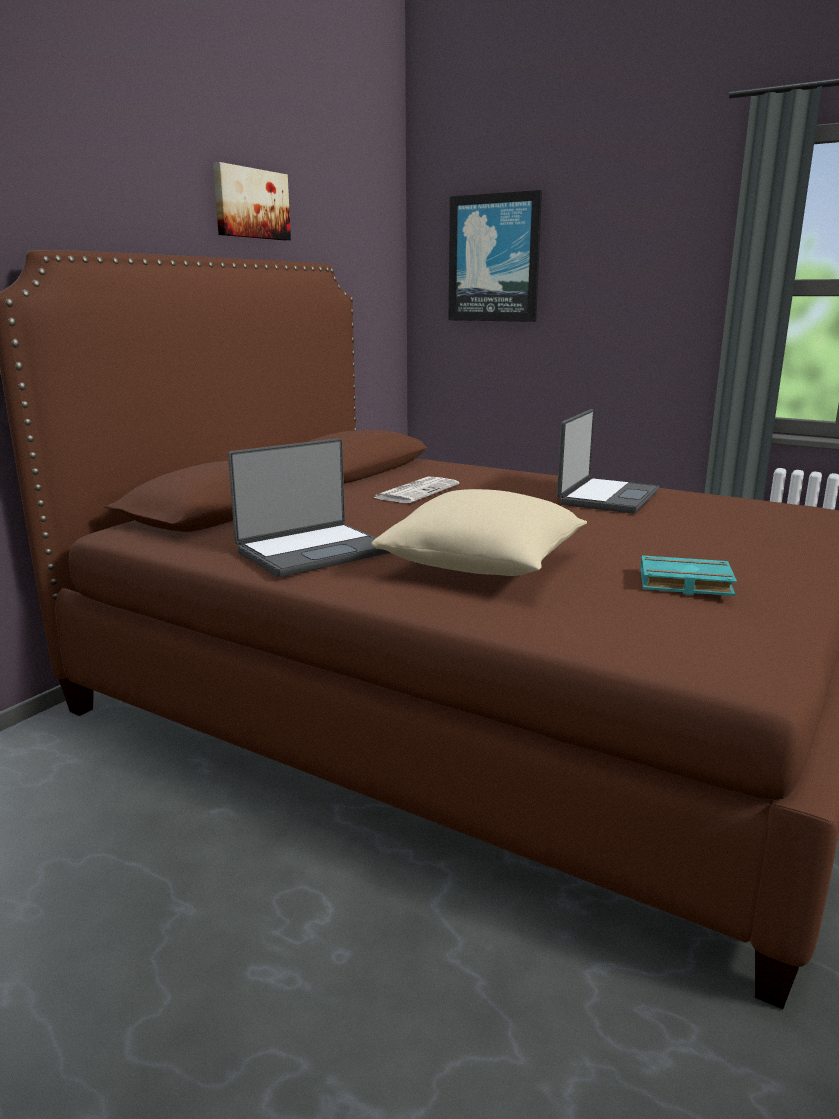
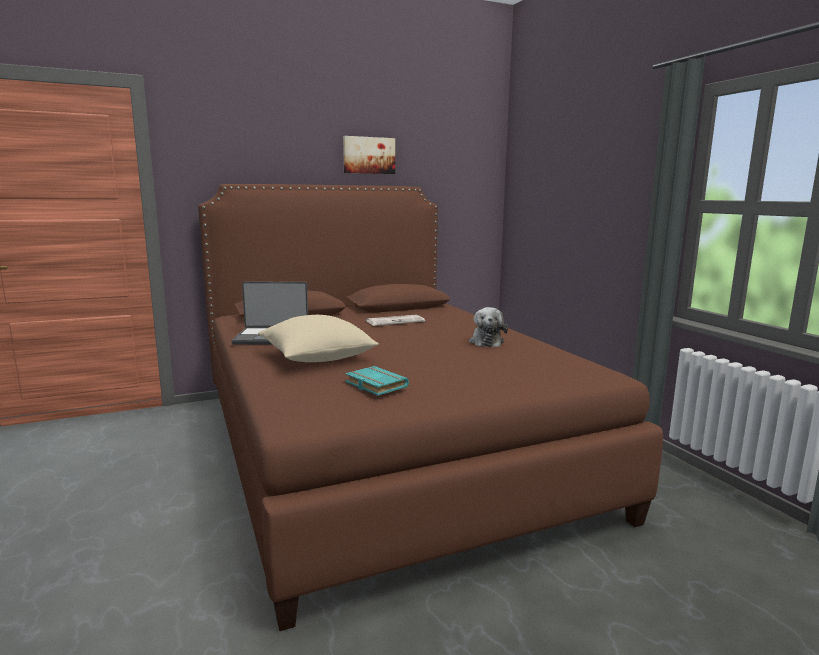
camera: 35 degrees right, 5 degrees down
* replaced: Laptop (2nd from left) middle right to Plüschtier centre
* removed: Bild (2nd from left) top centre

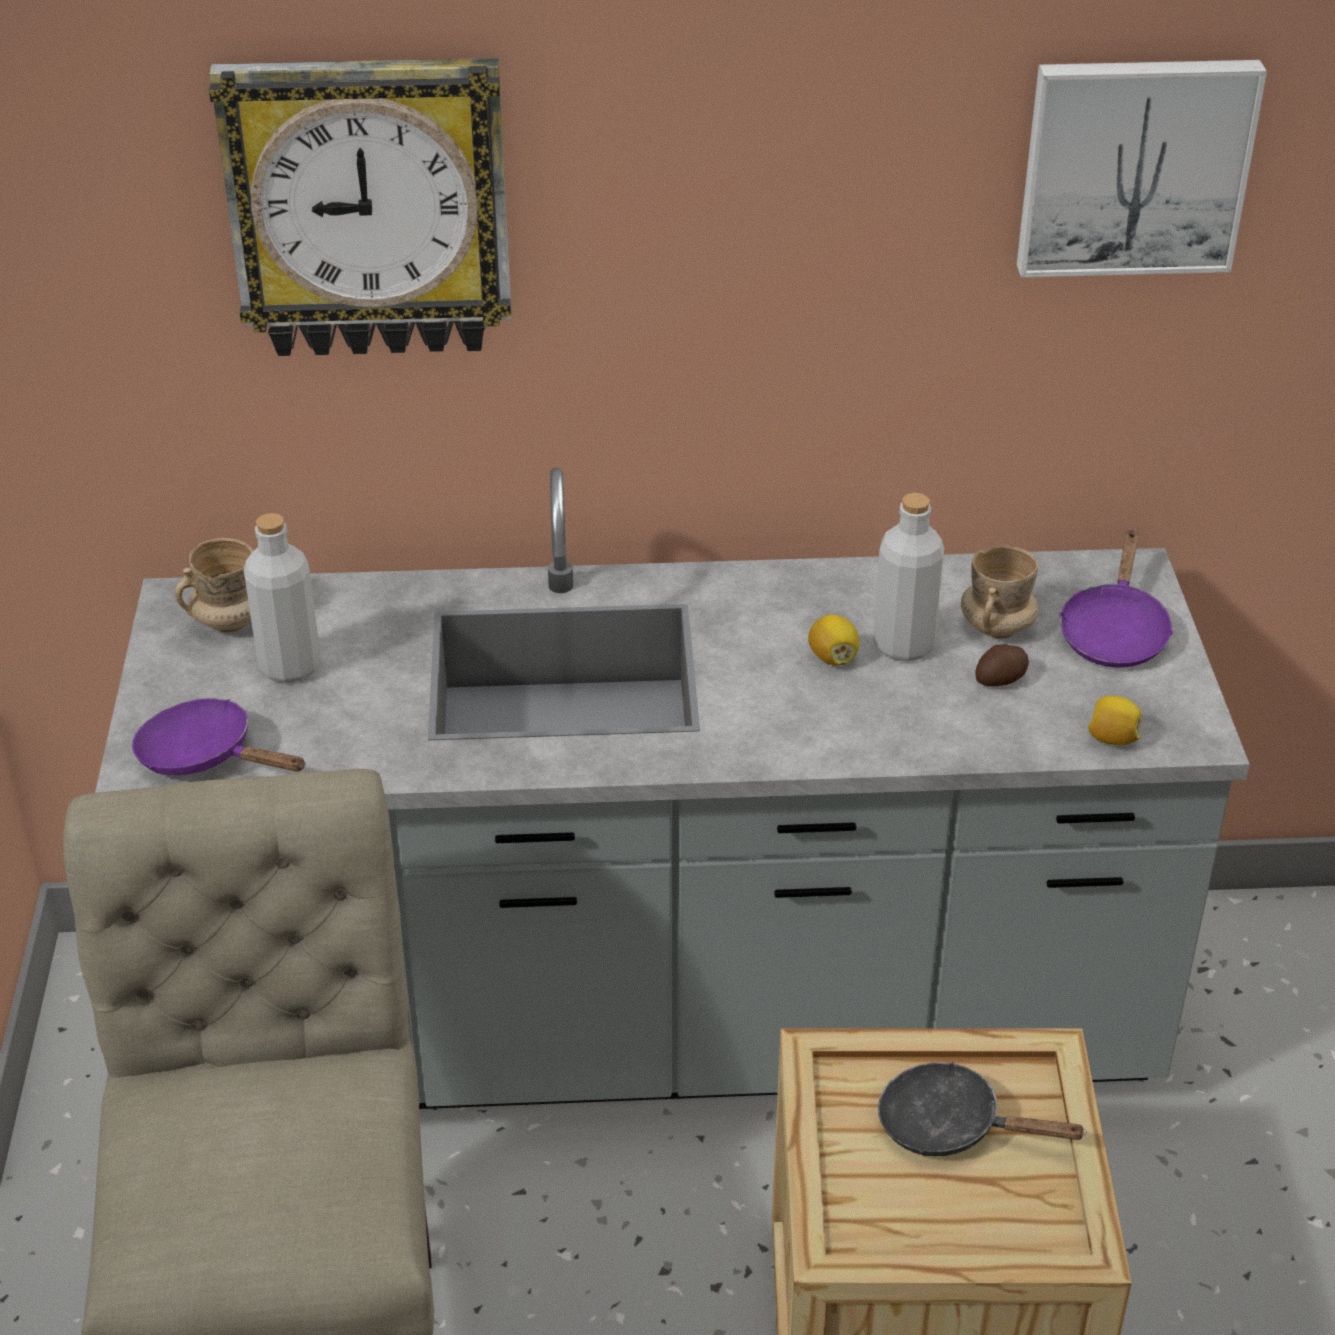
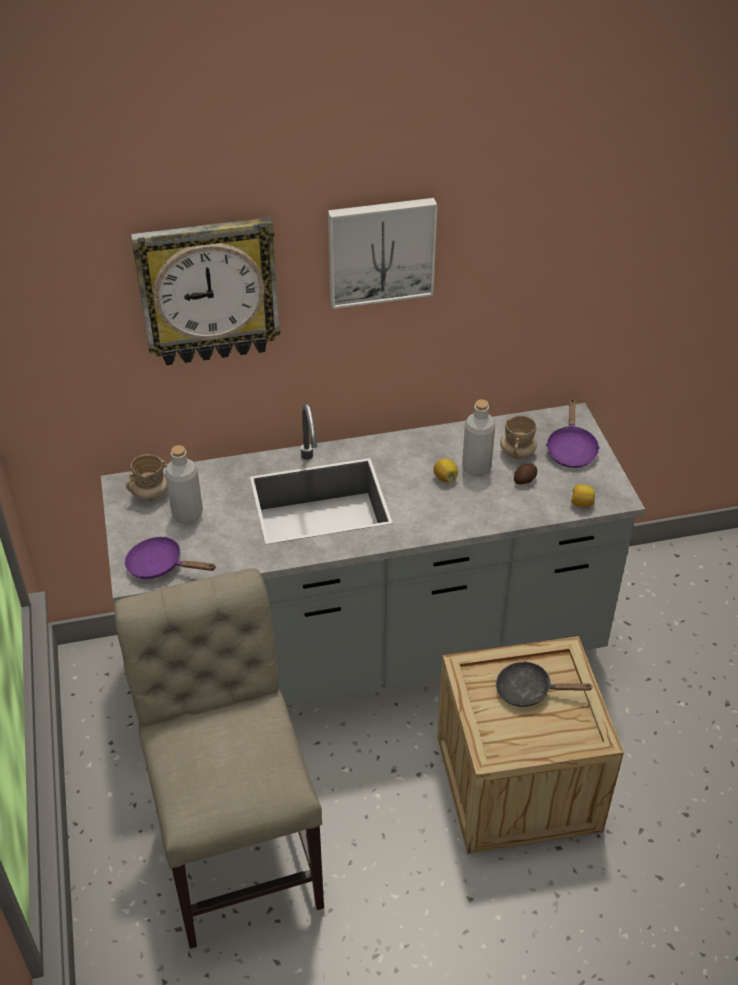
camera: 10 degrees left, 5 degrees up
* moved: Bild top right to top centre

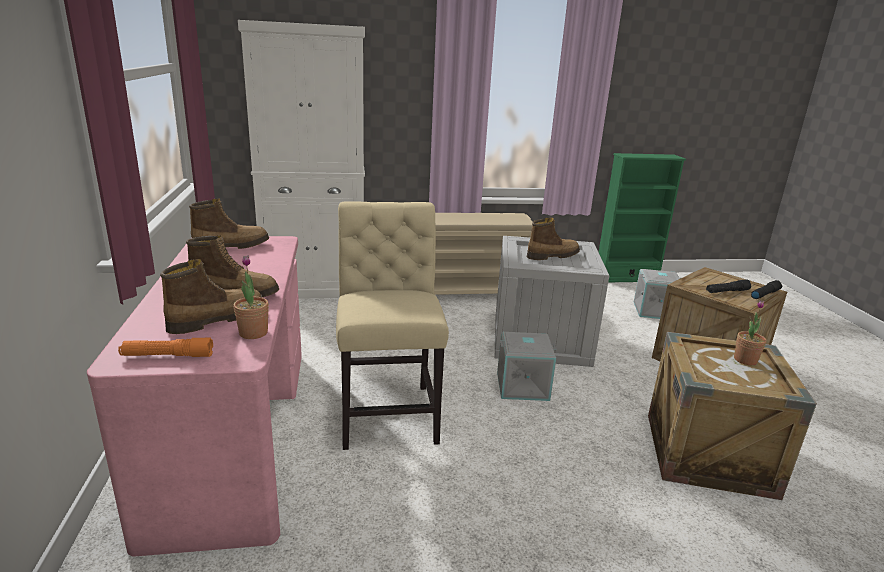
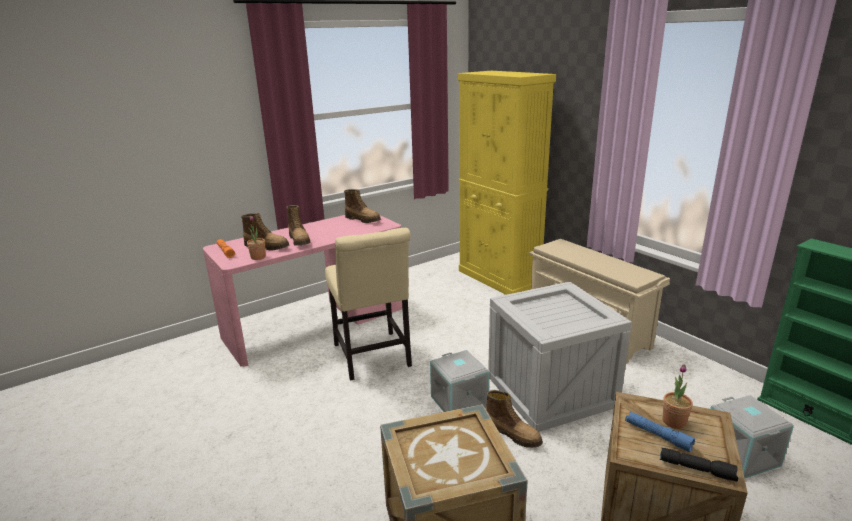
camera: 65 degrees right, 0 degrees up
* turned: Stuhl (beige) centre = centre 105 degrees clockwise
* recoloured: Schrank (weiß) top centre to Schrank (gelb) centre
* moved: Stiefel (4th from left) centre to bottom centre
* recoloured: Taschenlampe (schwarz) (1st from left) middle right to Taschenlampe (blau) bottom right
* moved: Topfpflanze (2nd from left) middle right to bottom right

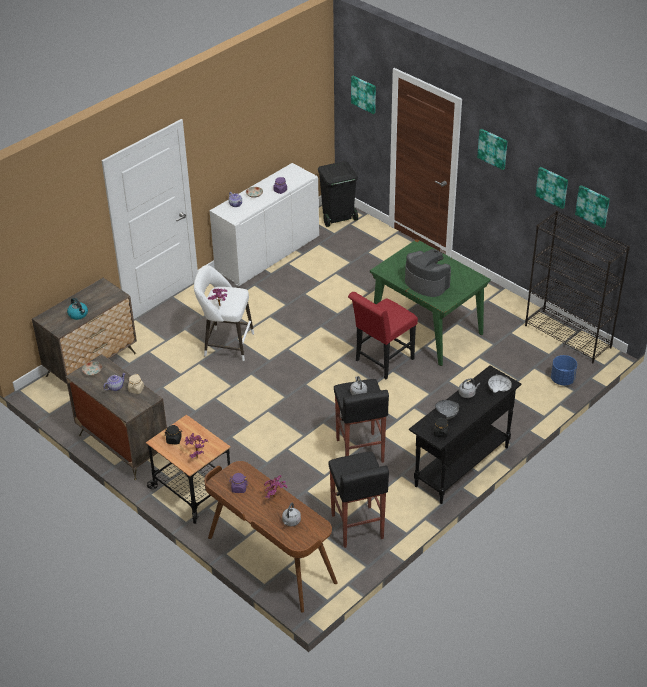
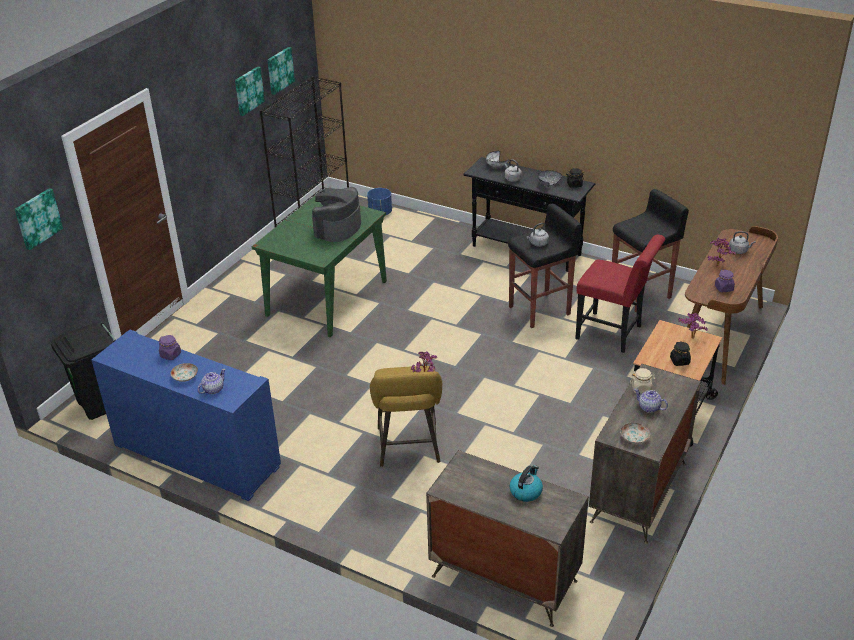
camera: 105 degrees left, 5 degrees down
* recoloured: Schrank (weiß) top centre to Schrank (blau) middle left
* recoloured: Hocker (weiß) centre to Hocker (gelb) centre
* moved: Stuhl (rot) centre to middle right
* removed: Bild (2nd from left) top right

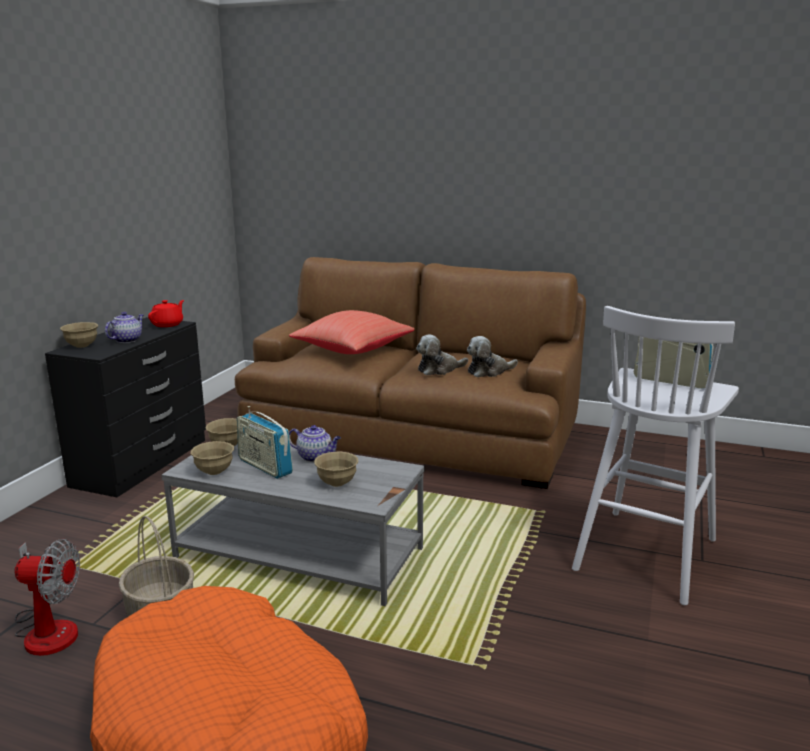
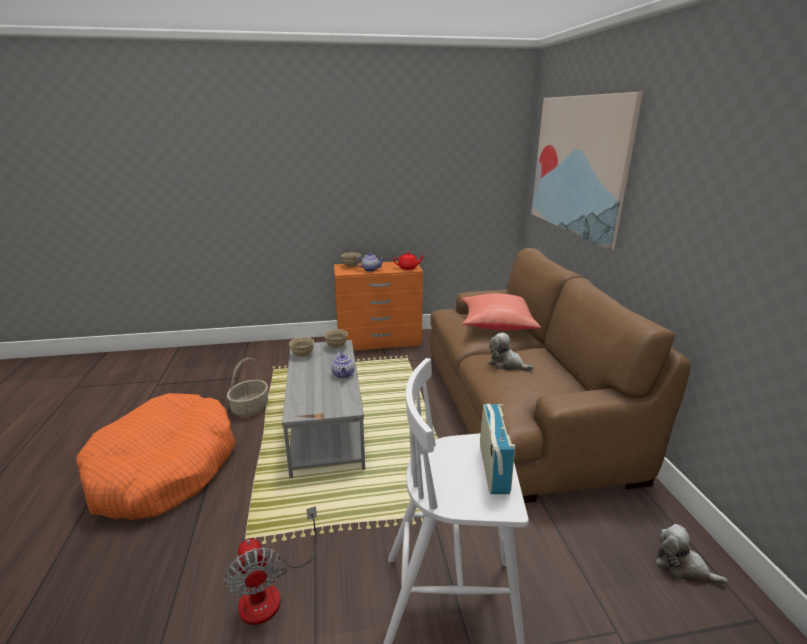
camera: 60 degrees right, 5 degrees up
* moved: Ventilator bottom left to bottom centre
* recoloured: Kommode (schwarz) middle left to Kommode (orange) centre
* added: Bild top right
* moved: Plüschtier (2nd from left) centre to bottom right
* removed: Radio (1st from left) middle left
* removed: Schüssel (beige) (4th from left) centre

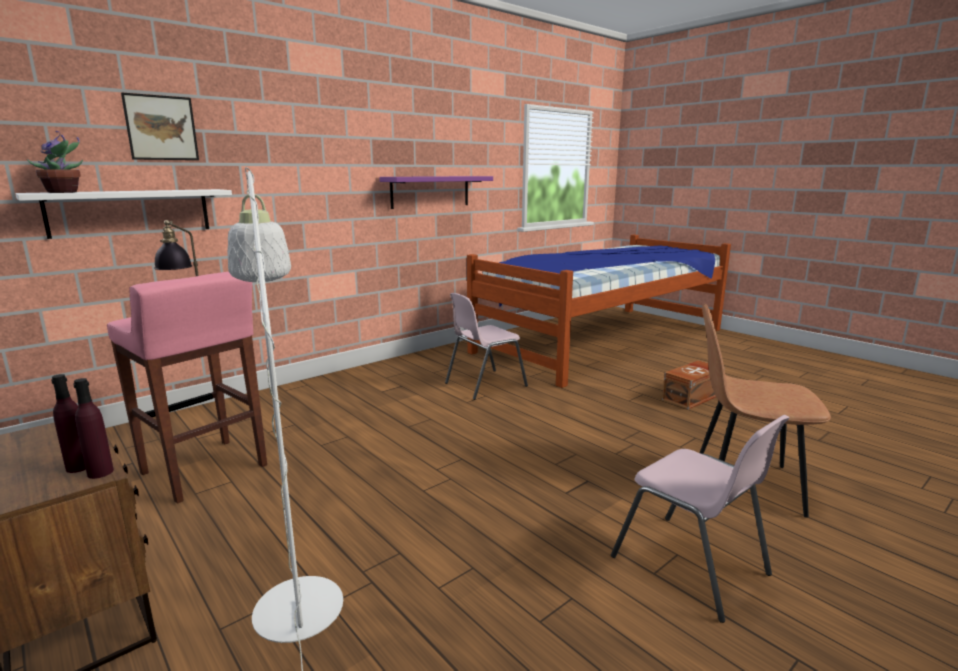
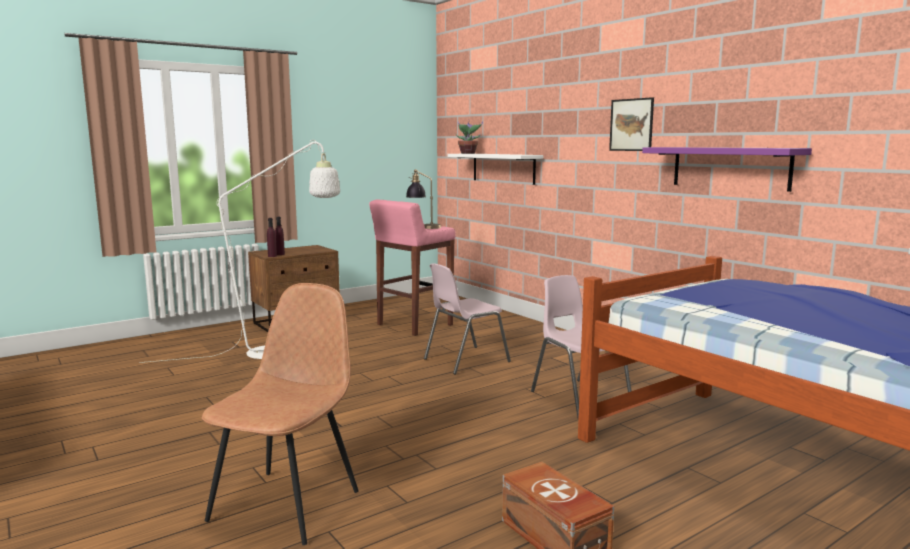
camera: 95 degrees right, 5 degrees down
* moved: Stuhl (rosa) (2nd from left in the first image) bottom right to Stuhl (rosa) (1st from left) centre
* moved: Bild top left to top right

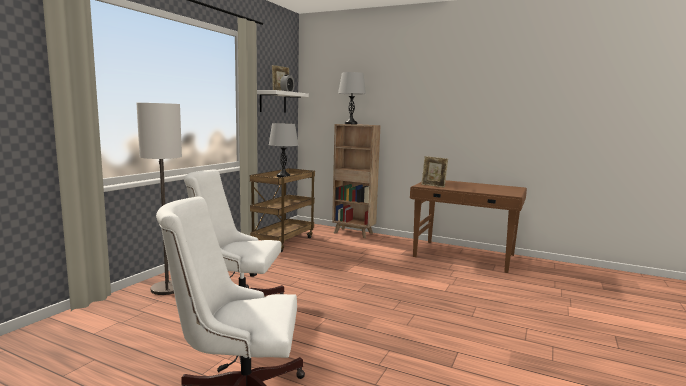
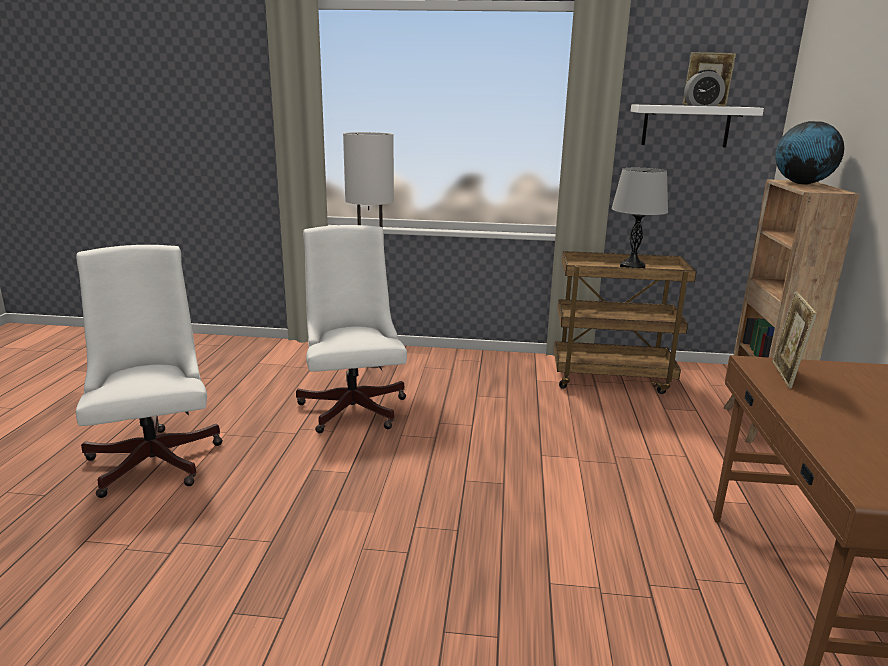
camera: 70 degrees right, 10 degrees up
* replaced: Tischlampe (grau) (2nd from left) top centre to Globus top right

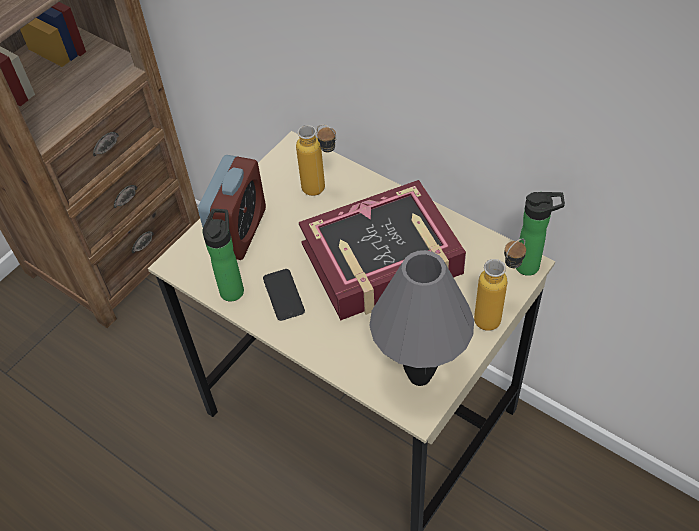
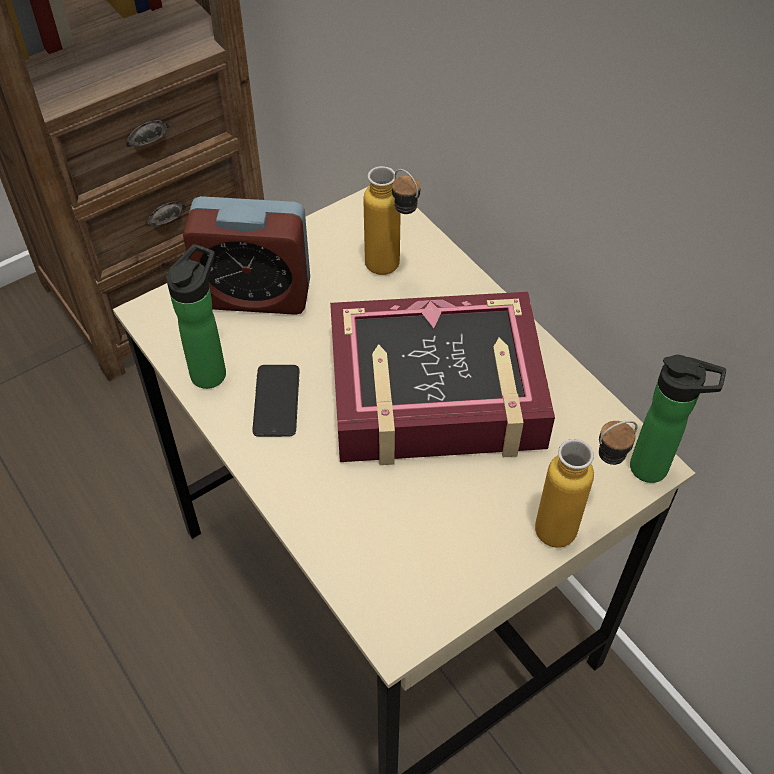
camera: 15 degrees right, 0 degrees up
* turned: Wecker middle left = top left 60 degrees clockwise
* removed: Tischlampe (grau) centre

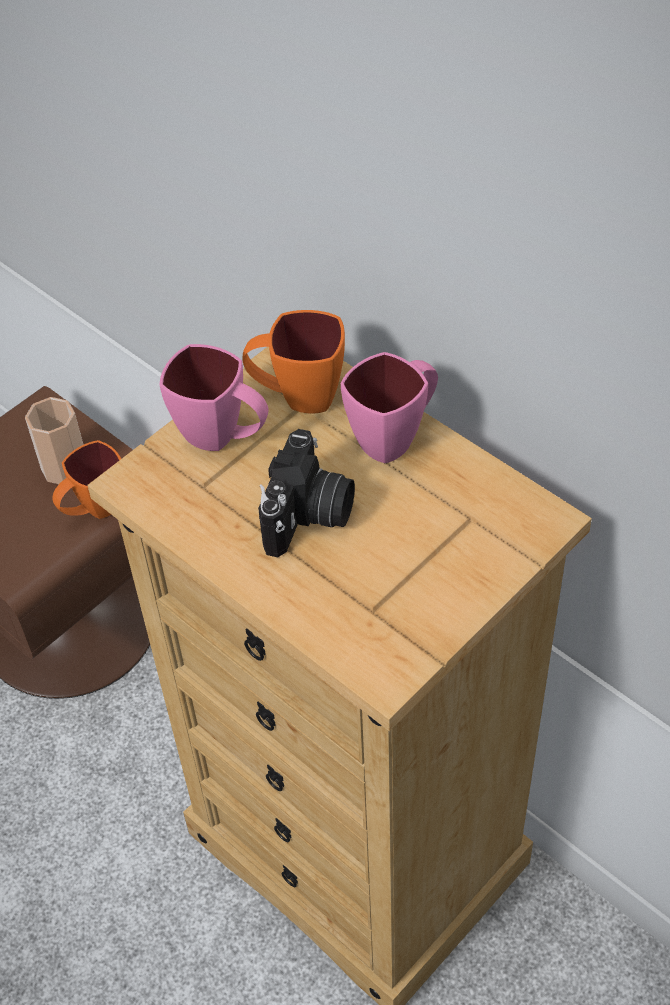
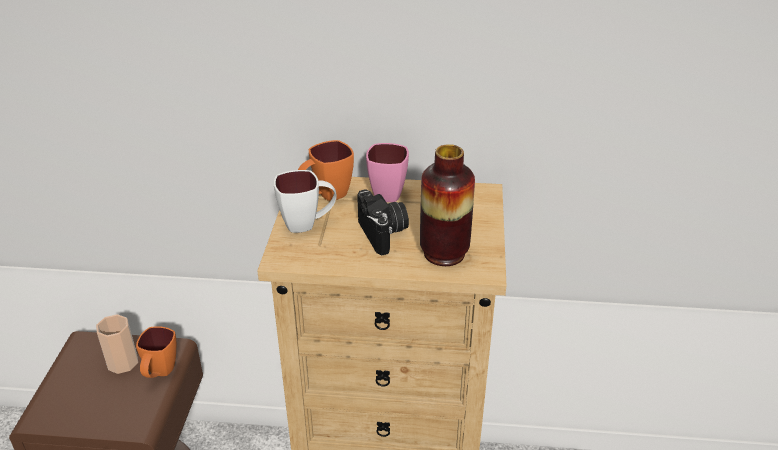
camera: 40 degrees left, 15 degrees down
* recoloured: Henkelbecher (rosa) (1st from left) middle left to Henkelbecher (weiß) centre
* added: Vase centre

